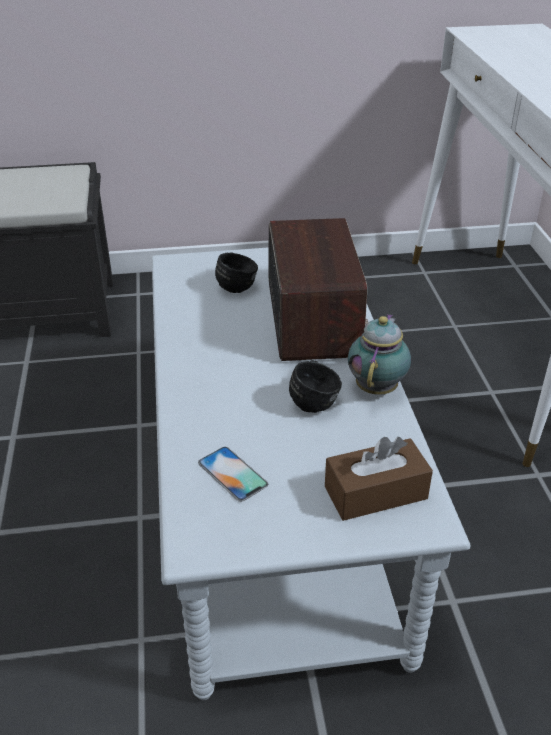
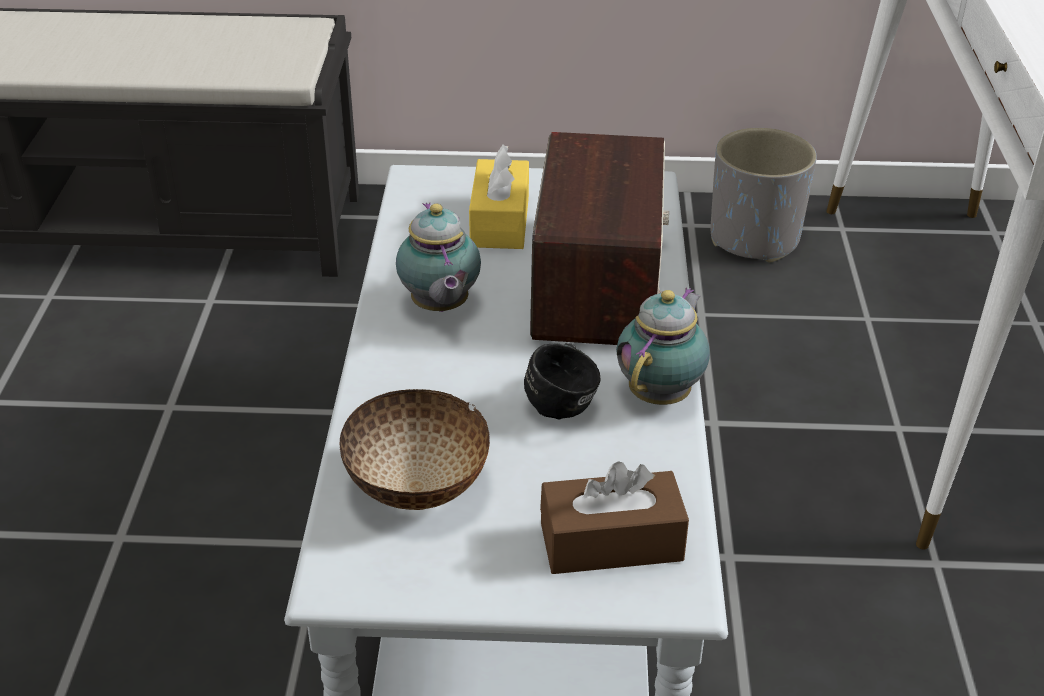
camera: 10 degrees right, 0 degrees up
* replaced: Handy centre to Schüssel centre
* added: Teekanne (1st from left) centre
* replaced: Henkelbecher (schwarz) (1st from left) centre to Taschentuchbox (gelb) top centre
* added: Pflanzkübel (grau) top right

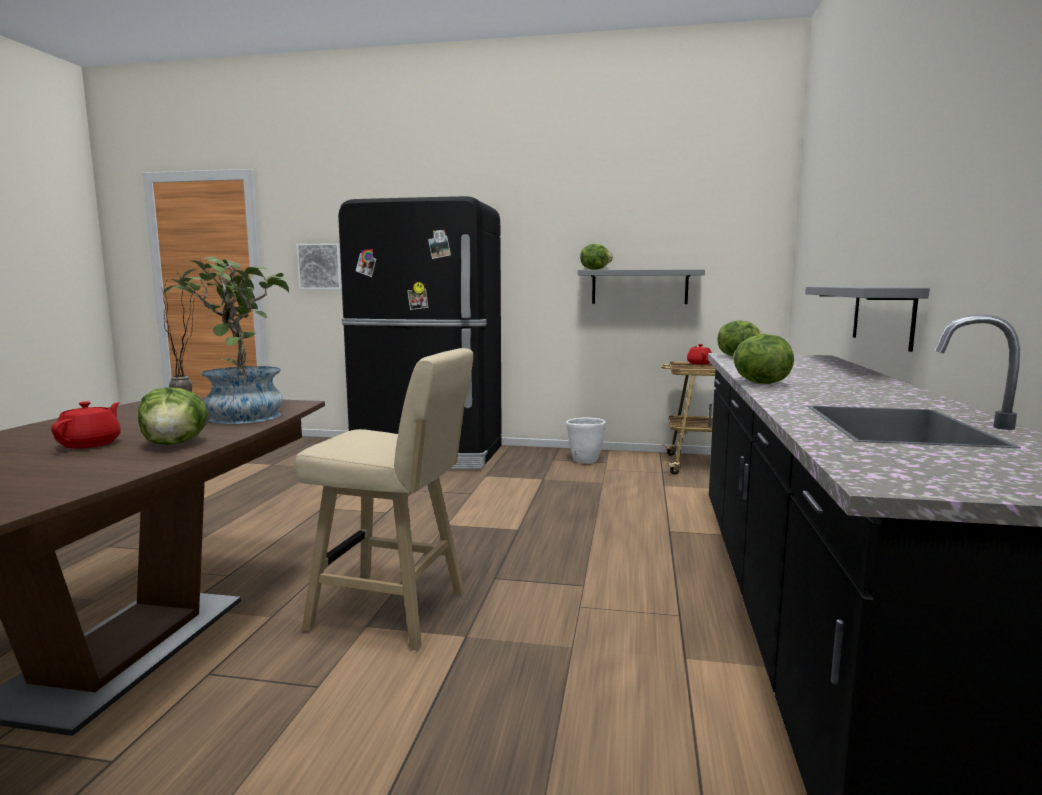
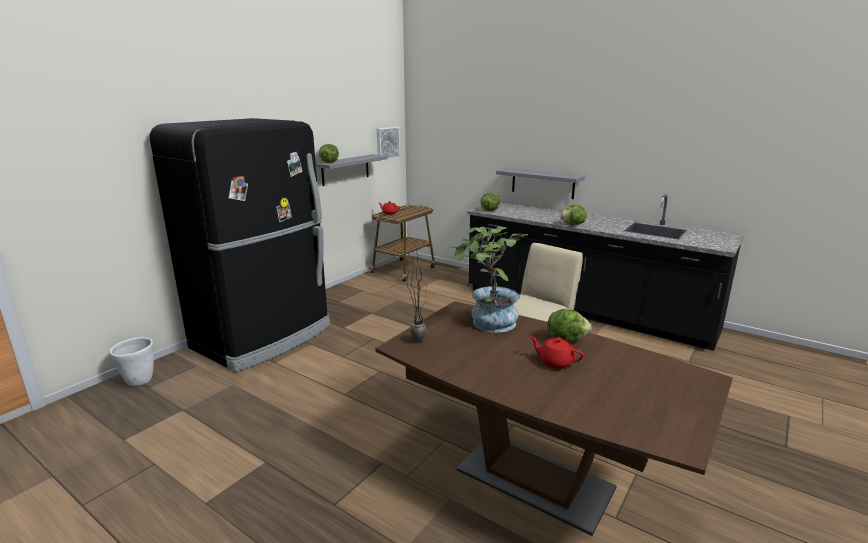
camera: 65 degrees left, 10 degrees up
* moved: Pflanzkübel (weiß) centre to middle left
* moved: Bild middle left to top centre

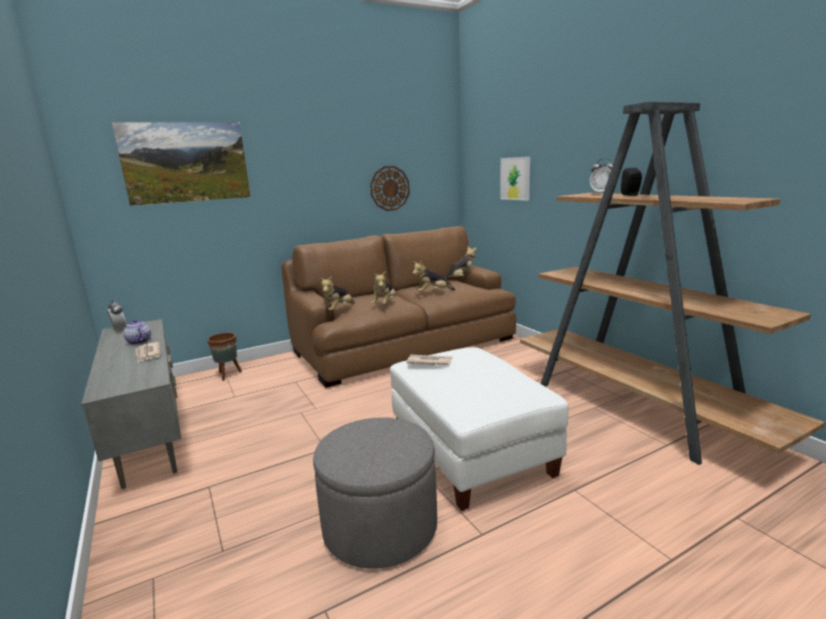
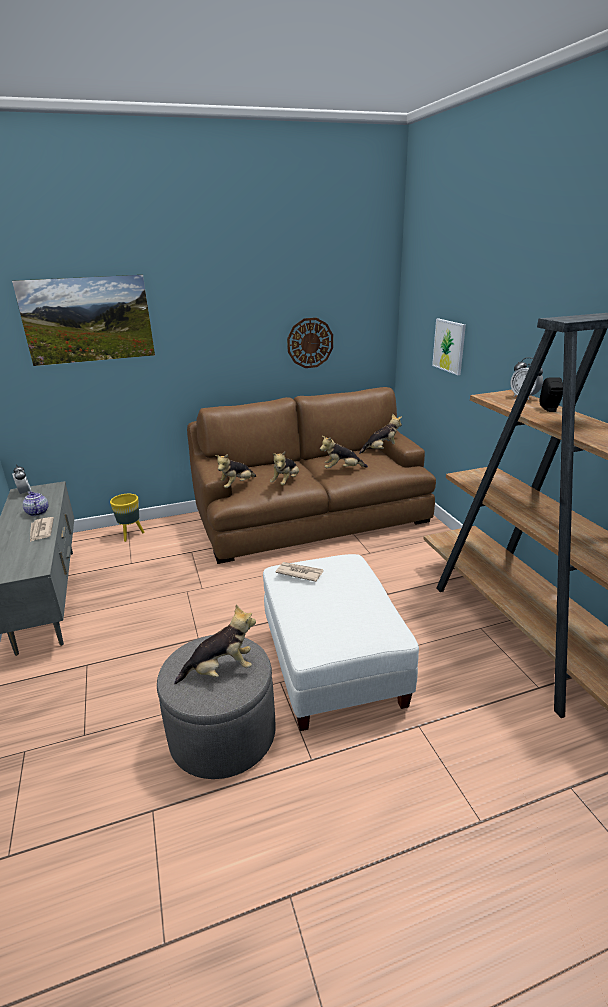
camera: 10 degrees right, 10 degrees up
* recoloured: Pflanzkübel (braun) middle left to Pflanzkübel (gelb) middle left
* added: Plüschtier (1st from left) centre

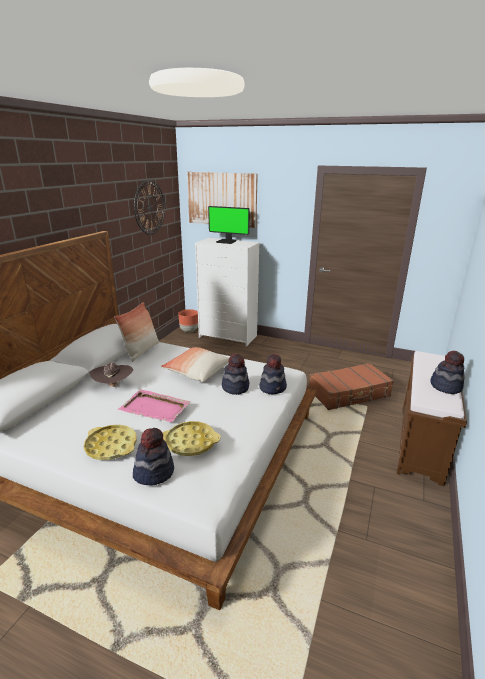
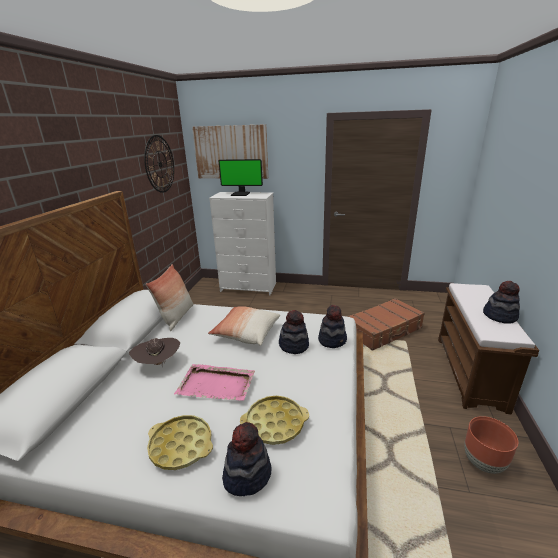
camera: 10 degrees left, 0 degrees up
* moved: Pflanzkübel (braun) centre to bottom right

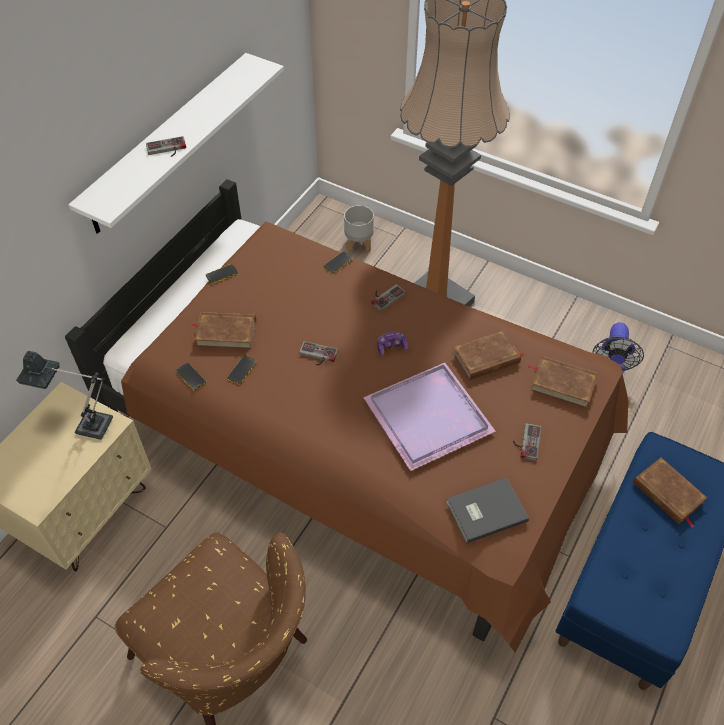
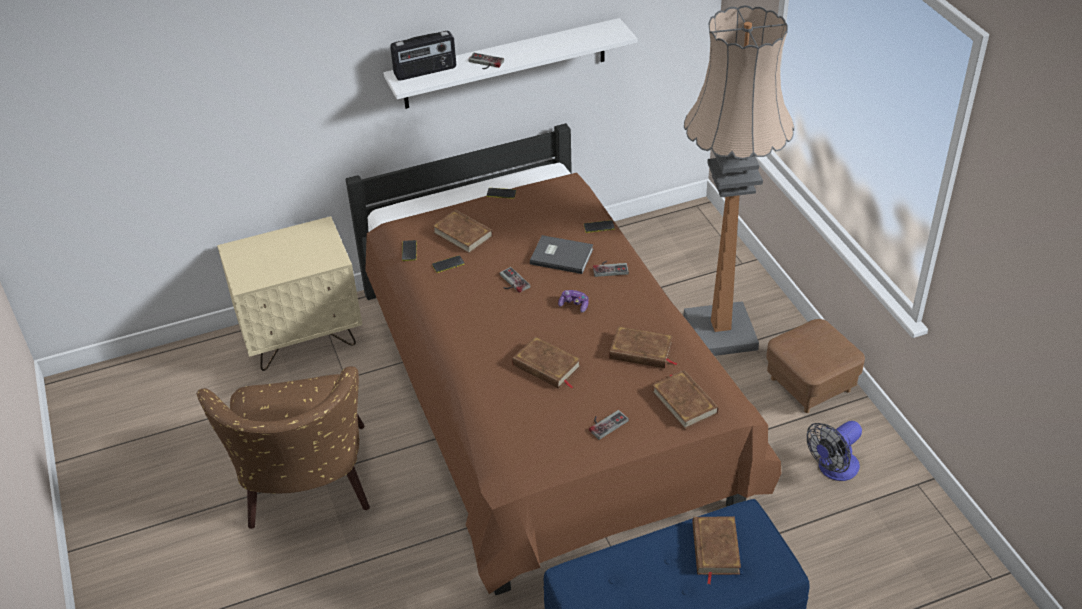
camera: 40 degrees right, 10 degrees down
* added: Radio top centre
* replaced: Tablett (lila) centre to Buch (braun) (2nd from left) centre
* moved: Buch (grau) bottom right to centre
* added: Polsterhocker (braun) middle right
* removed: Tischlampe middle left
* removed: Pflanzkübel (grau) top centre

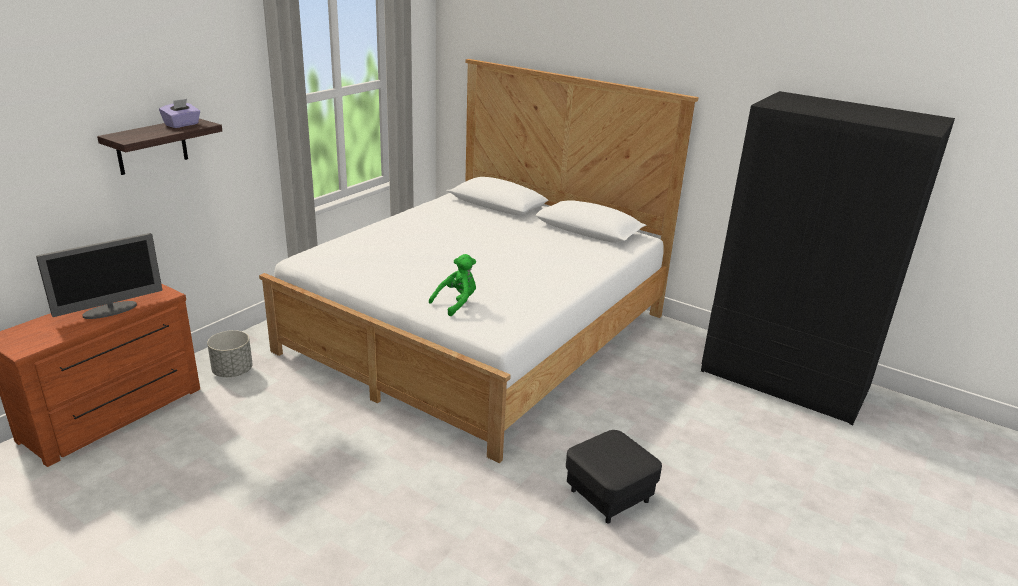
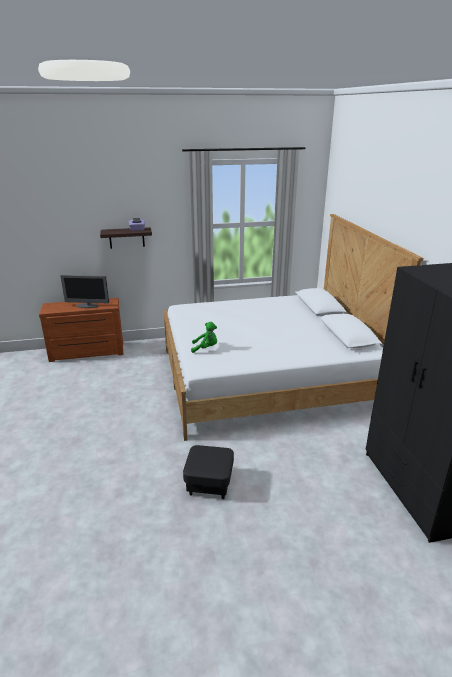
camera: 45 degrees right, 0 degrees up
* removed: Pflanzkübel (grau) middle left

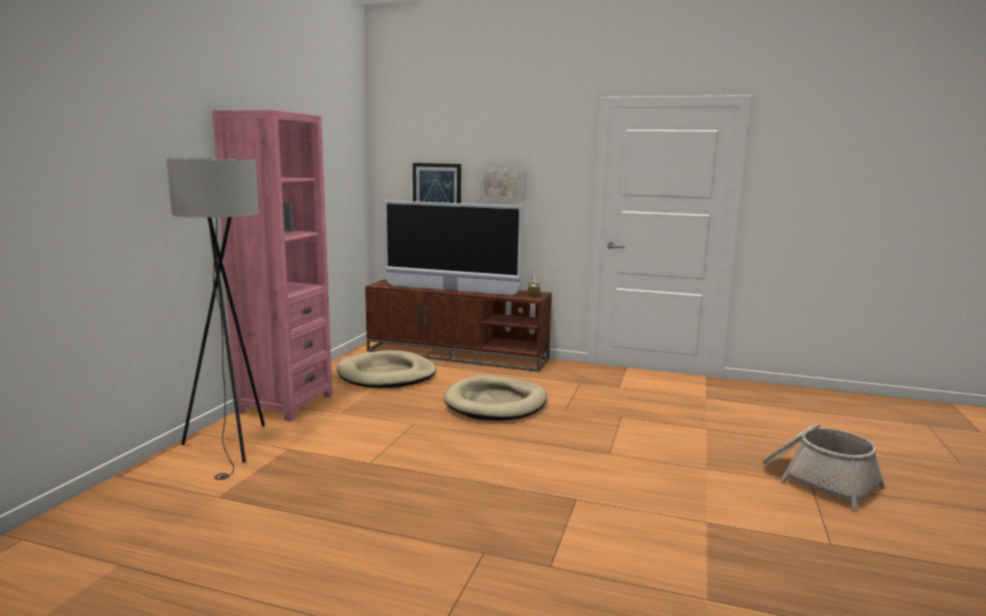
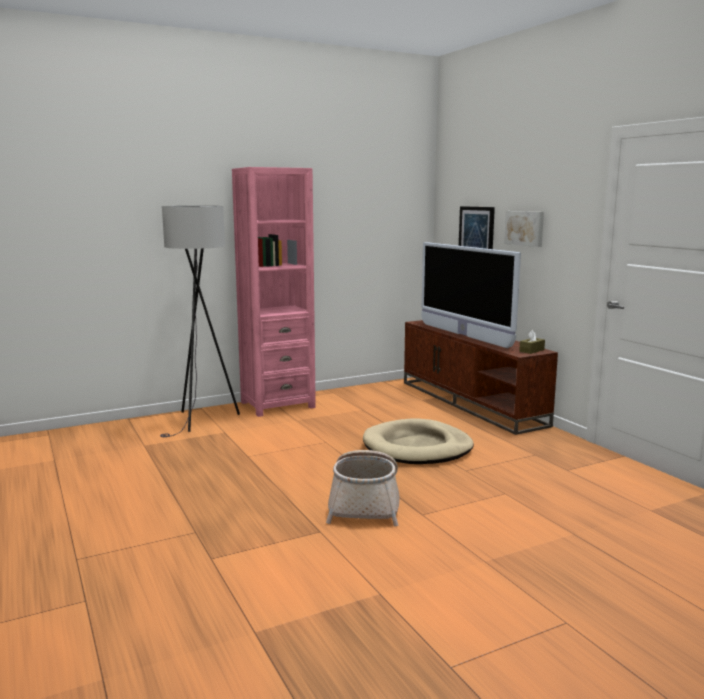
camera: 45 degrees right, 0 degrees up
* moved: Korb bottom right to bottom centre
* removed: Hundebett (beige) (1st from left) centre

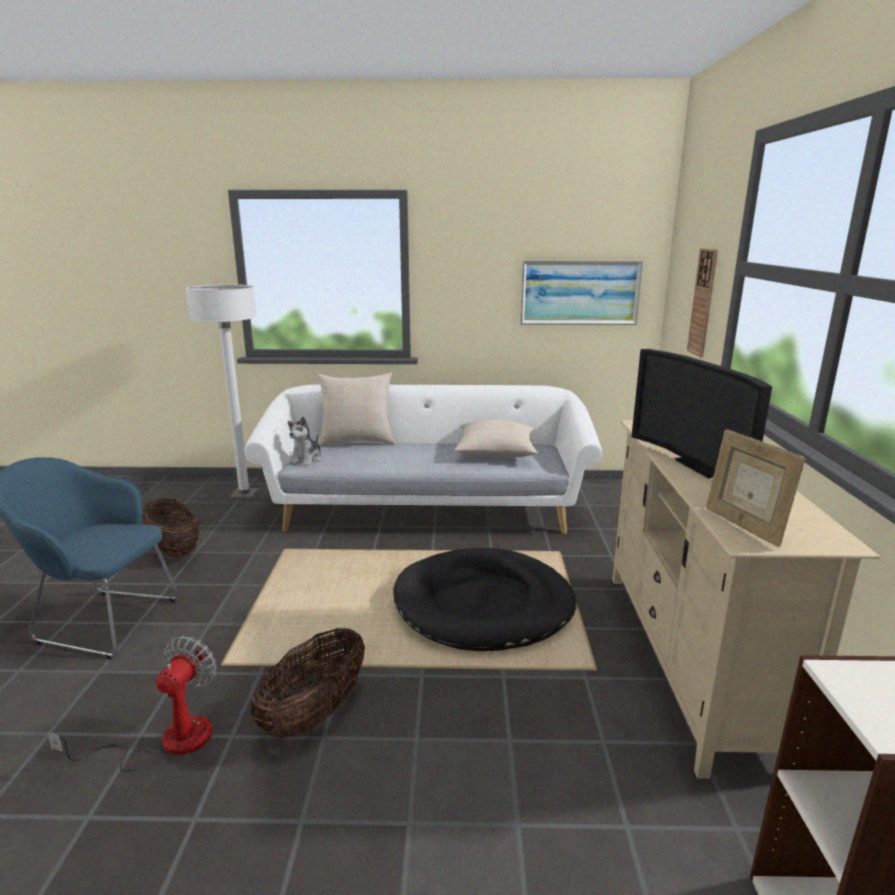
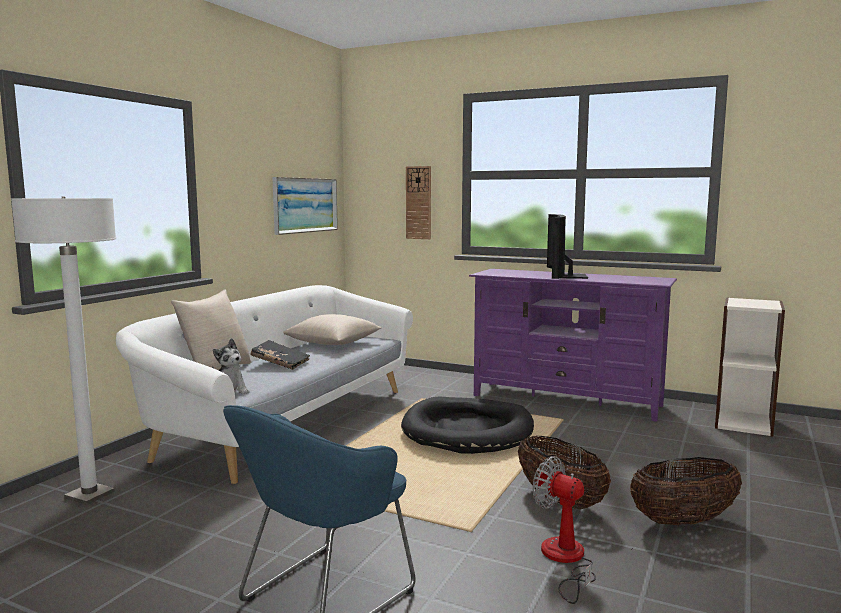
camera: 65 degrees left, 10 degrees down
* added: Buch (schwarz) middle left
* recoloured: Fernsehschrank (beige) bottom right to Fernsehschrank (lila) middle right
* turned: Fernseher middle right = middle right 90 degrees clockwise
* moved: Korb (1st from left in the first image) middle left to Korb (2nd from left) bottom right
* removed: Bilderrahmen middle right

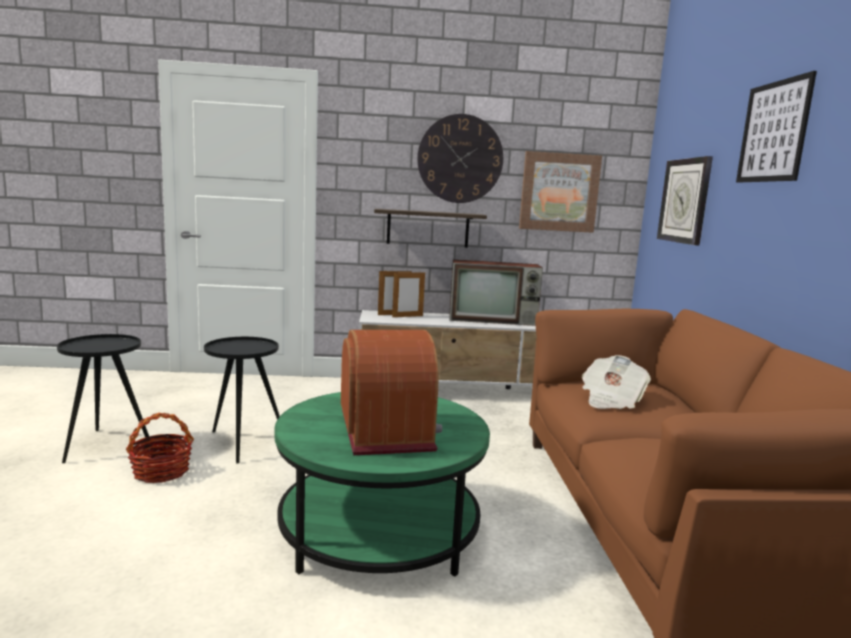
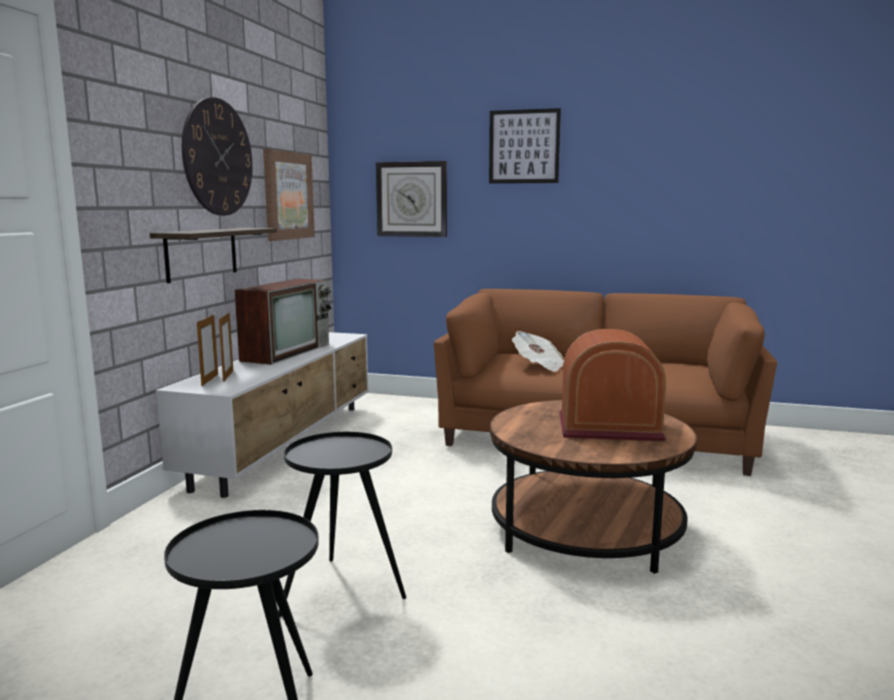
camera: 70 degrees left, 0 degrees up
* recoloured: Couchtisch (grün) bottom centre to Couchtisch (braun) bottom centre
* removed: Korb bottom left

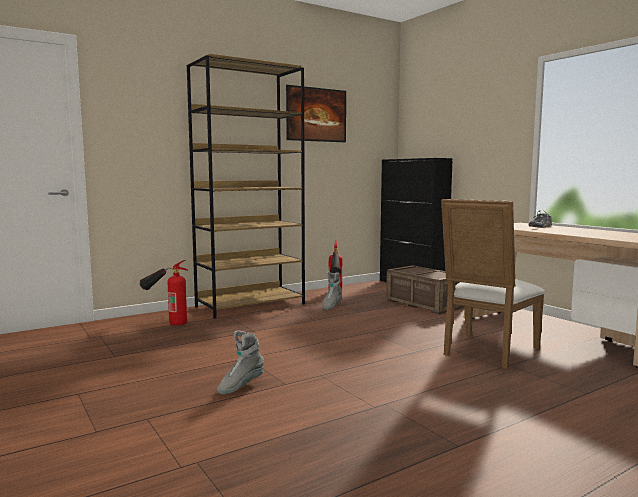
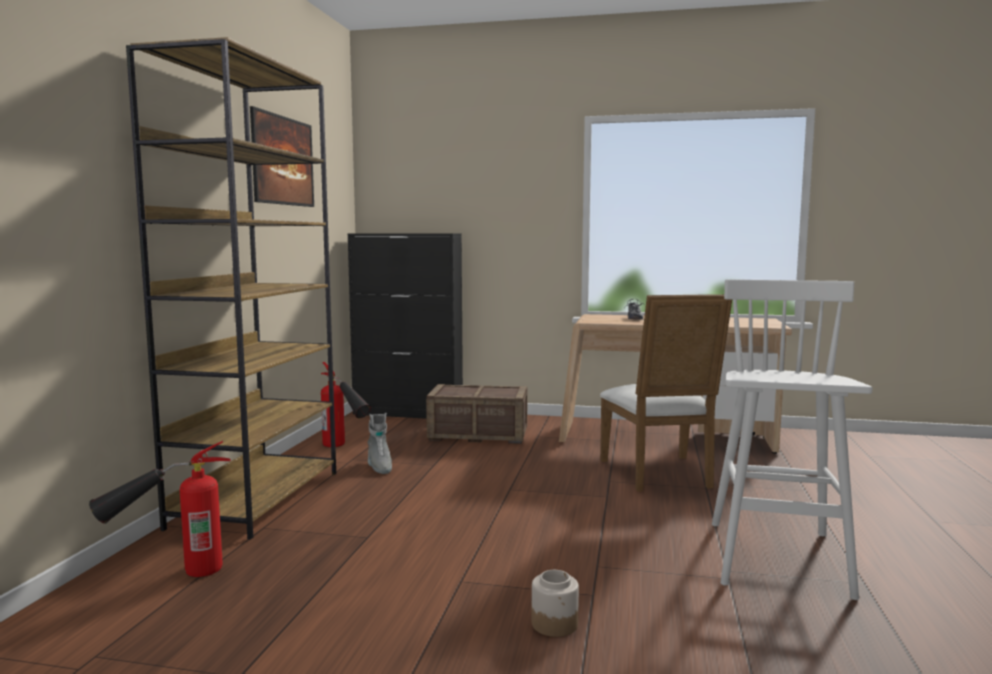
camera: 45 degrees left, 0 degrees up
* replaced: Stiefel (grau) (1st from left) bottom centre to Vorratsglas bottom centre
* added: Hocker (weiß) middle right

